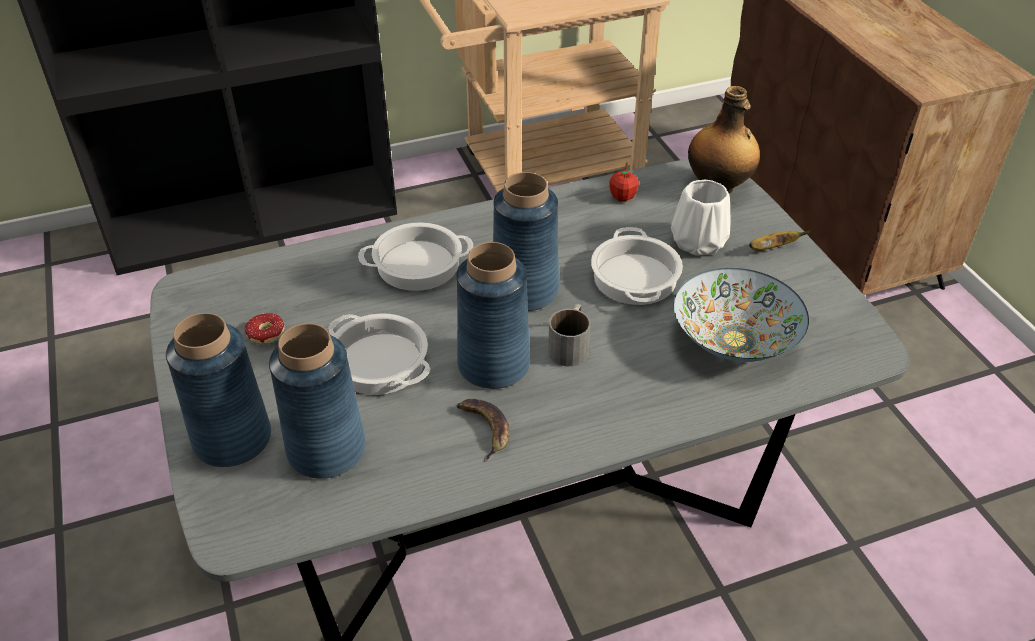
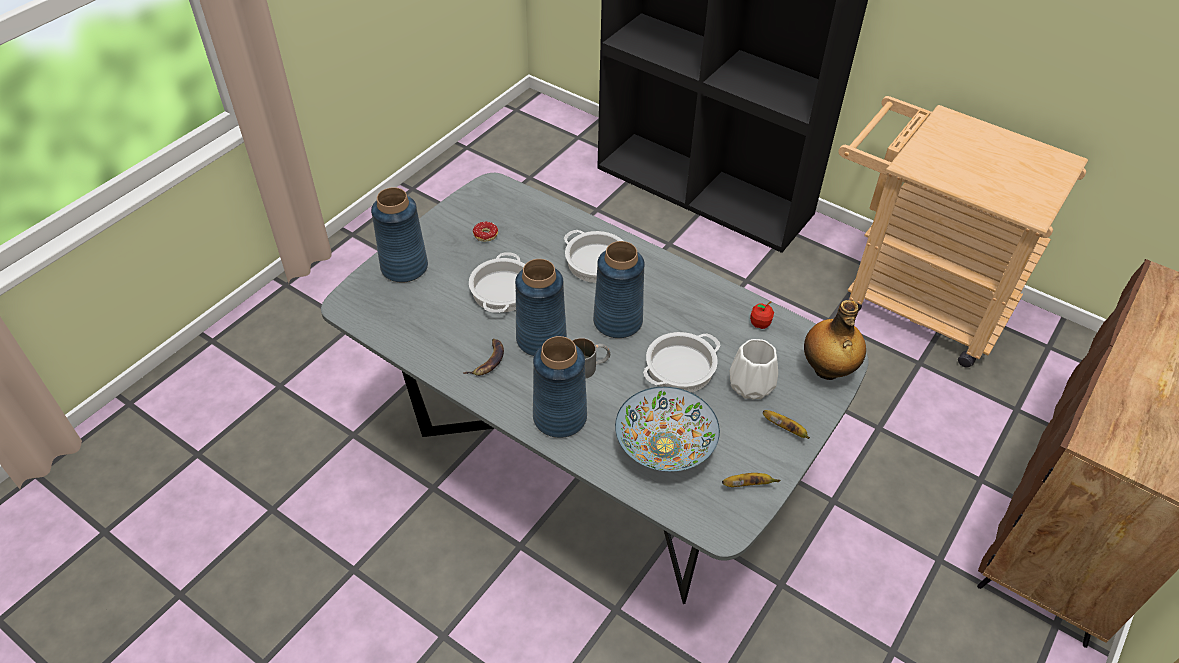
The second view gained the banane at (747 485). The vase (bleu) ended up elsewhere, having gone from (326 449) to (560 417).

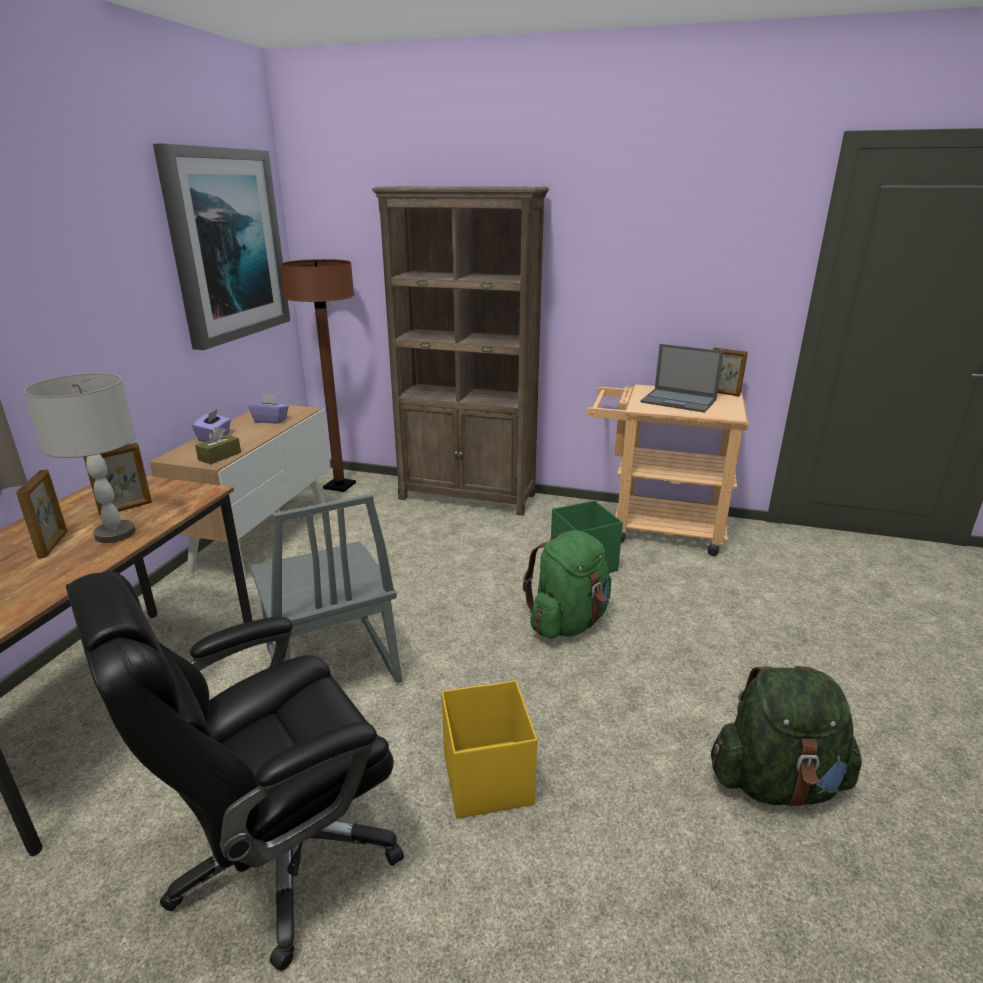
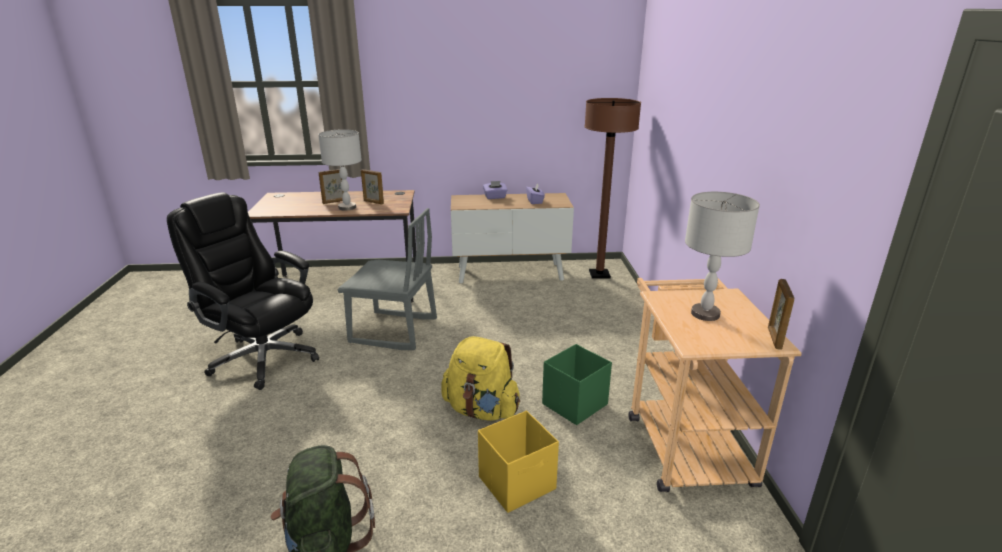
The second view lost the tableau at (226 245). The second view lost the boîte à mouchoirs (marron) at (220 456). The second view lost the bibliothèque (marron) at (468 496). The boîte de rangement (jaune) ended up elsewhere, having gone from (488 777) to (518 483). Where the ordinateur portable stood at (679 401), the lampe de table (gris) came to stand at (705 314). What was the sac à dos (vert) at (568 622) turned into the sac à dos (jaune) at (482 410). The chaise (gris) at (330 666) ended up facing another way, 120 degrees counterclockwise from before.

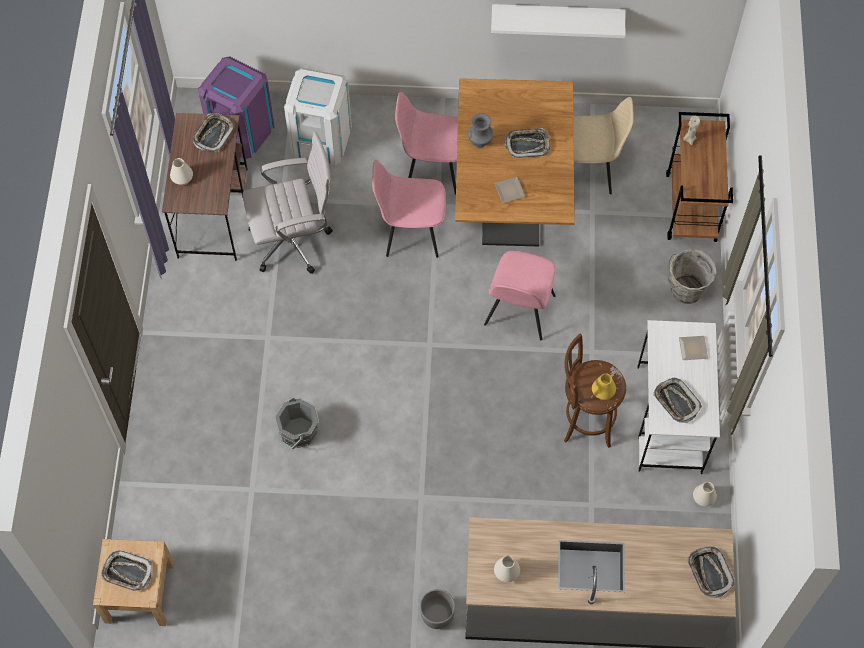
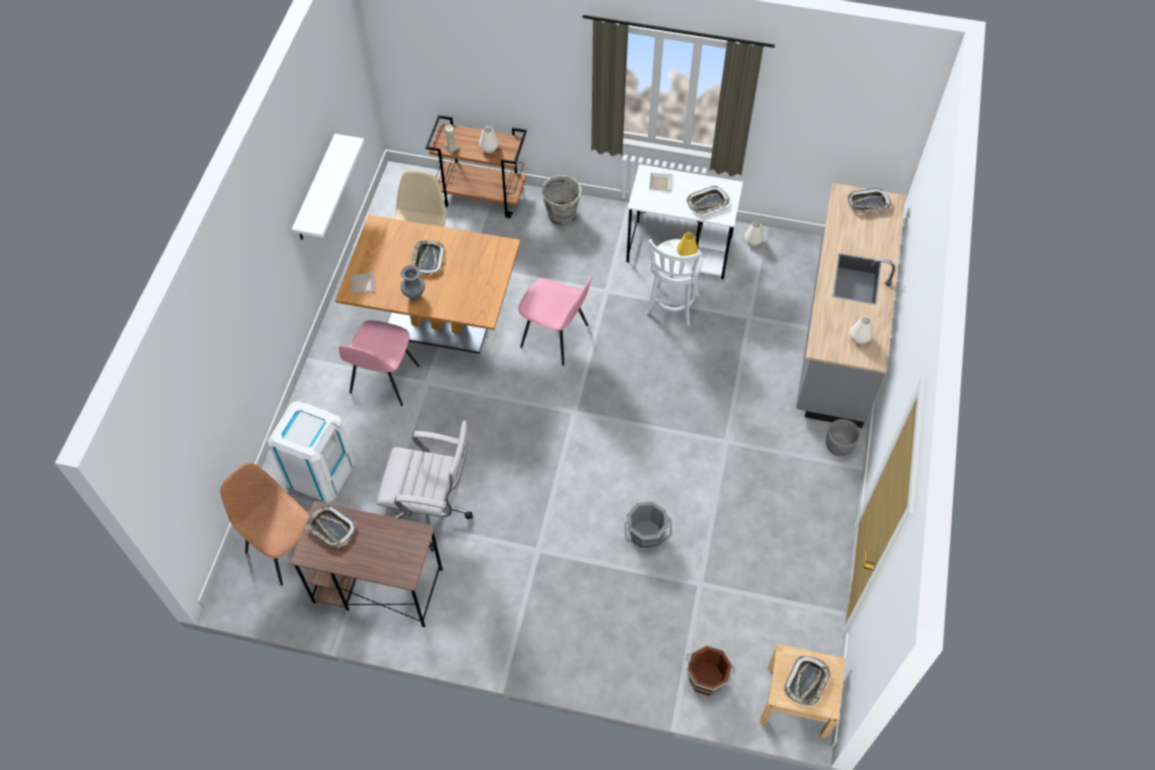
The second view lost the chaise (rose) at (410 231). The second view gained the seau (marron) at (706 678). The vase (blanc) ended up elsewhere, having gone from (182 179) to (489 148). The assiette ended up elsewhere, having gone from (509 192) to (363 285). Where the poubelle (violet) stood at (241 131), the chaise (marron) came to stand at (284 546). What was the tabouret (marron) at (585 420) turned into the tabouret (blanc) at (671 307). The chaise de bureau (blanc) at (294 241) ended up facing another way, 105 degrees clockwise from before.

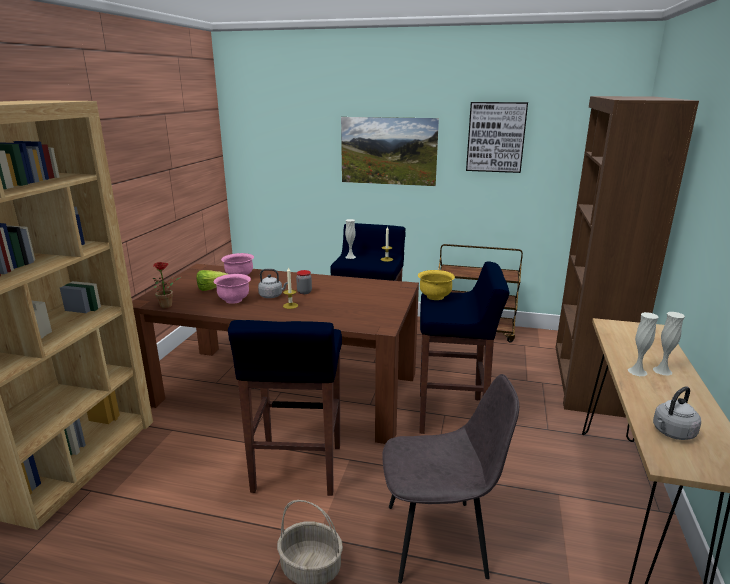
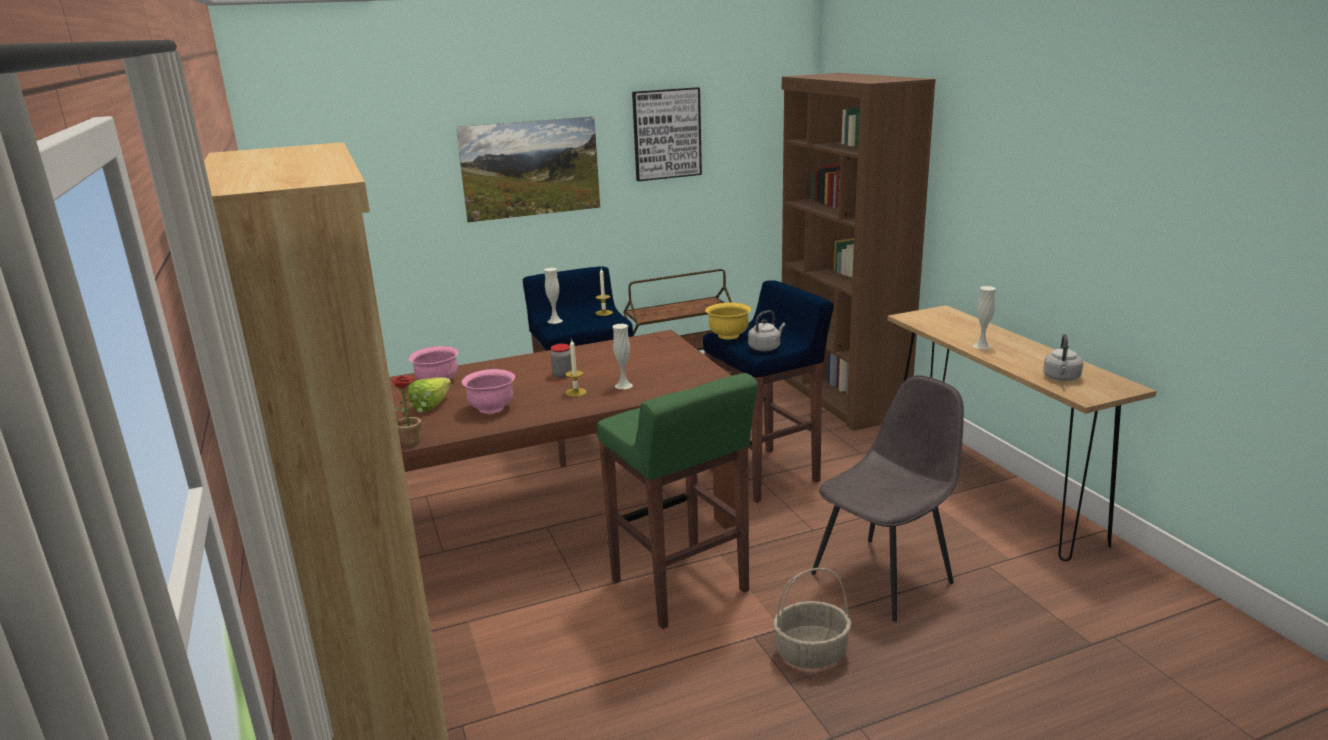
The bouilloire (gris) ended up elsewhere, having gone from (272 296) to (765 348). The vase (blanc) ended up elsewhere, having gone from (662 371) to (623 385). What was the tabouret (bleu) at (297 469) turned into the tabouret (vert) at (680 587).

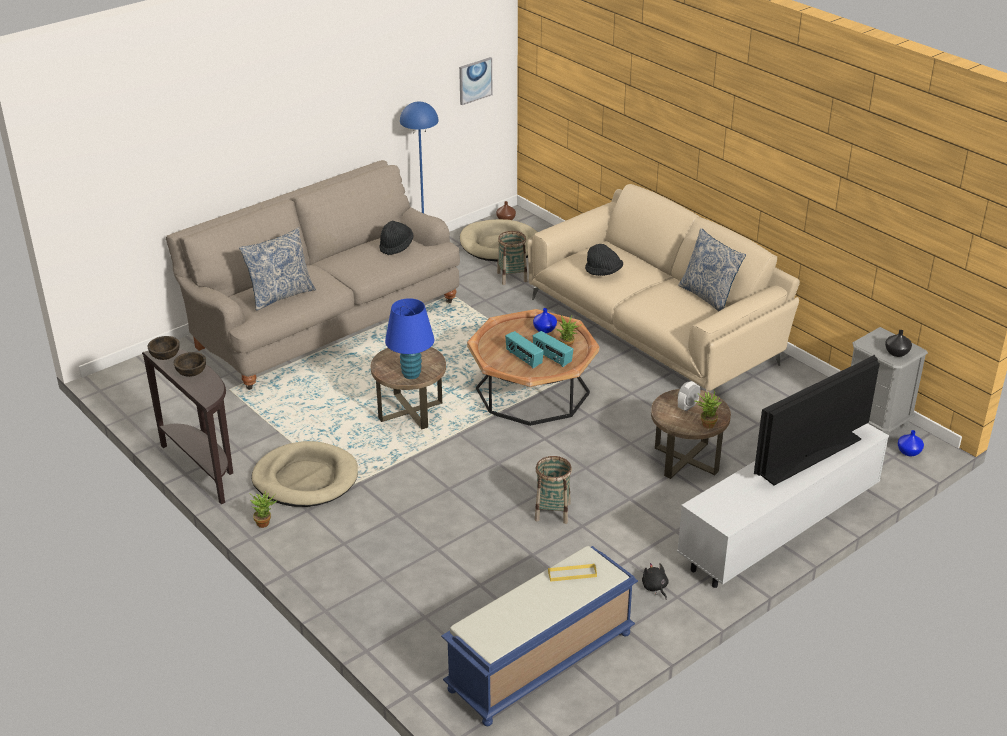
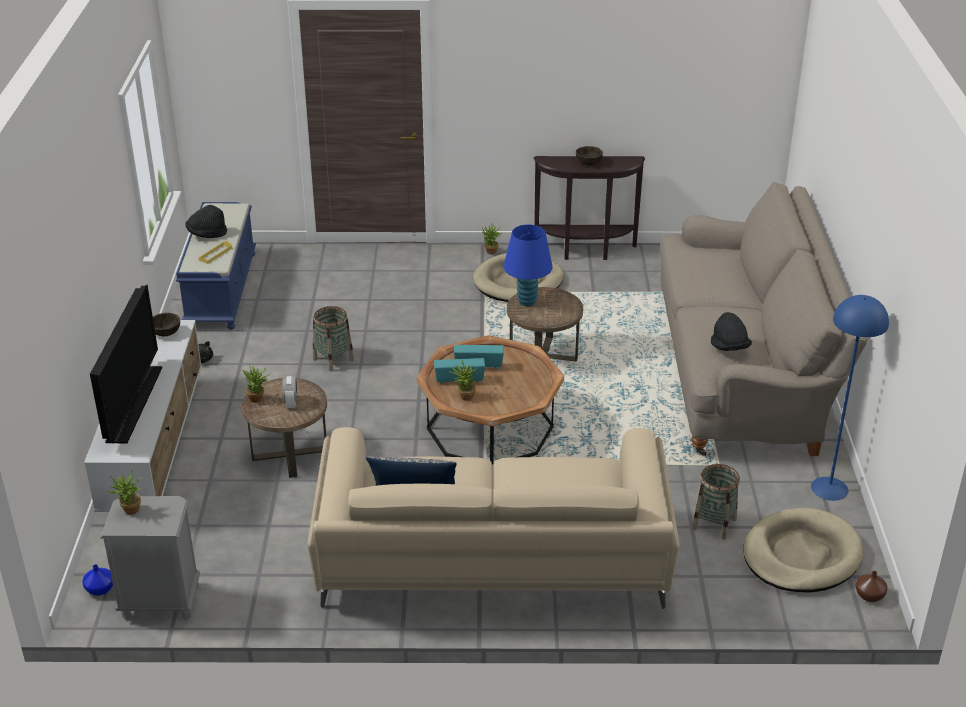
The second view lost the coussin at (280 295). The second view lost the tableau at (475 80). The second view lost the vase (bleu) at (544 330). The bol (marron) ended up elsewhere, having gone from (165 356) to (165 333). The chapeau (noir) ended up elsewhere, having gone from (603 272) to (207 234). Where the vase (noir) stood at (897 353), the plante en pot came to stand at (130 512).

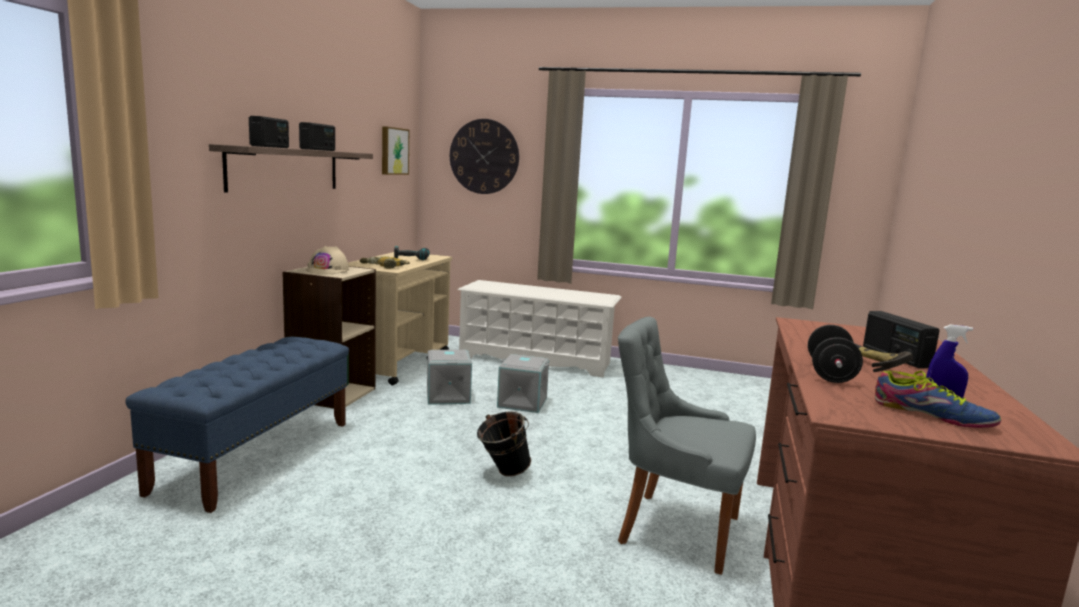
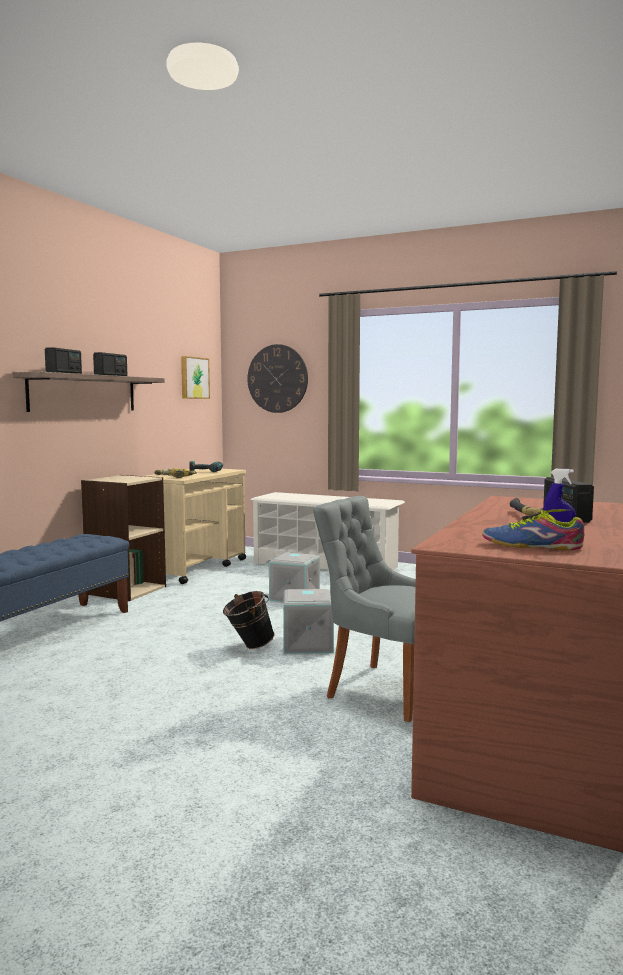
The second view lost the casque de chantier (beige) at (328 270). The second view lost the haltère (noir) at (830 373). The boîte de rangement (gris) ended up elsewhere, having gone from (447 396) to (306 644). The chaussure at (932 415) ended up facing another way, 150 degrees clockwise from before.

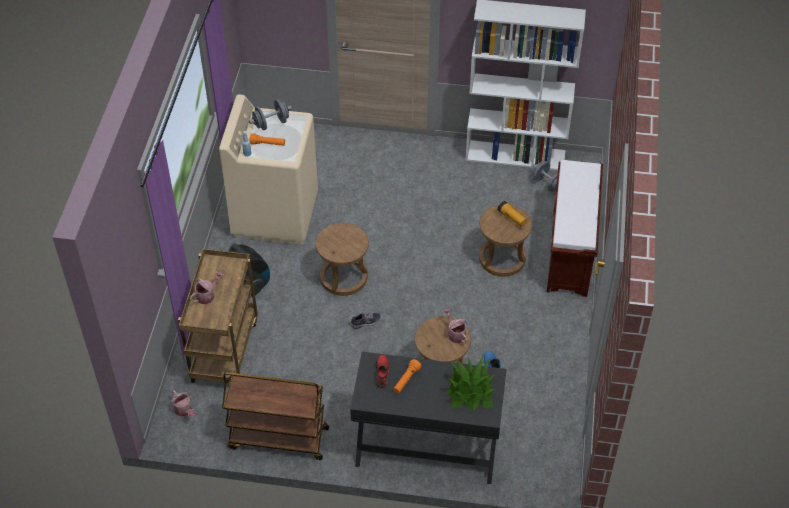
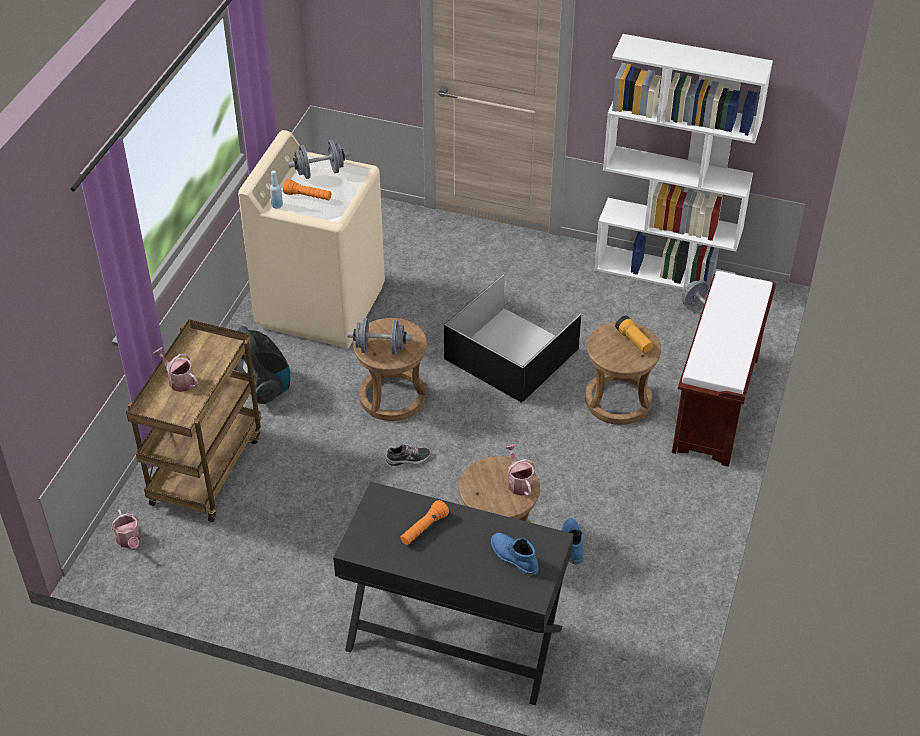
The second view lost the chariot (marron) at (277 438). The second view lost the chaussure (rouge) at (382 372). The second view gained the haltère (gris) at (380 348). The second view gained the boîte de rangement (noir) at (513 354). Where the plante en pot stood at (470 391), the botte (bleu) came to stand at (513 557). The arrosoir at (207 295) ended up facing another way, 105 degrees counterclockwise from before.

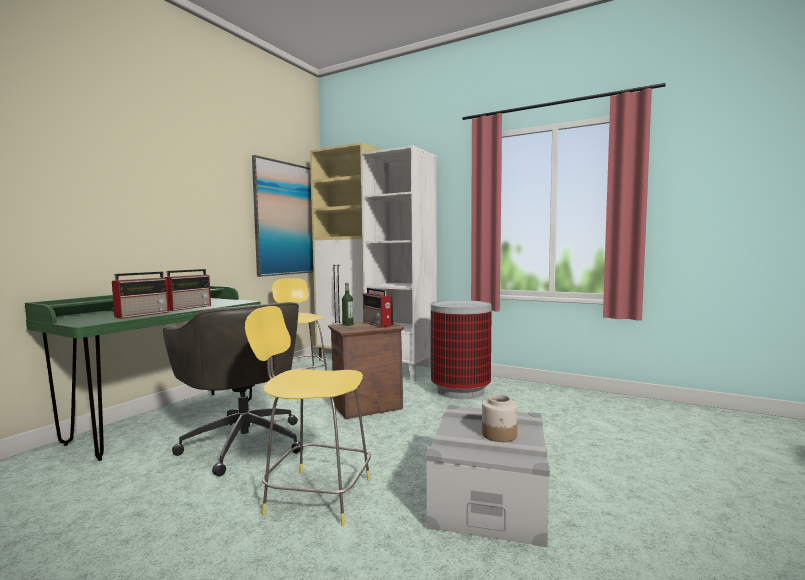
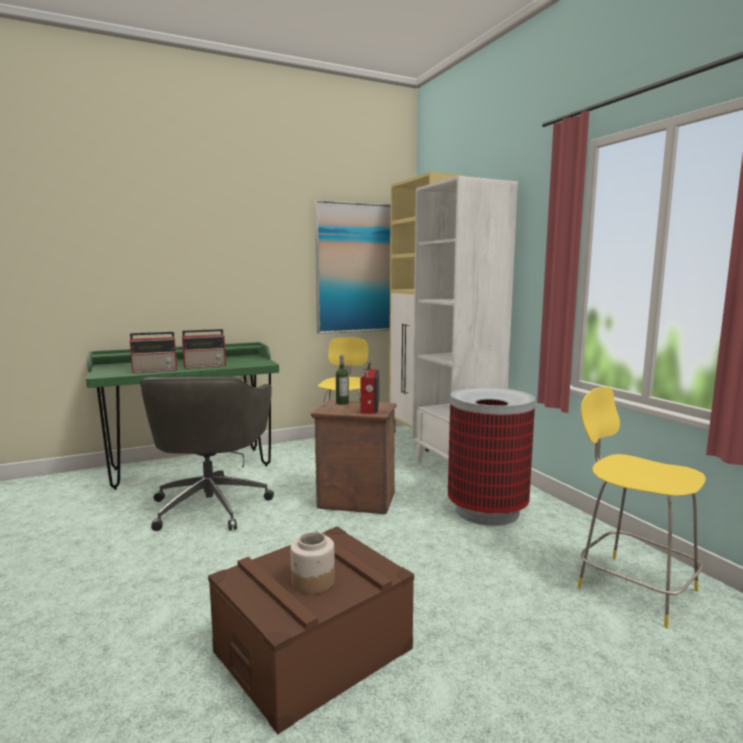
The tabouret (jaune) ended up elsewhere, having gone from (315 495) to (632 587). What was the boîte de rangement (gris) at (489 497) turned into the boîte de rangement (marron) at (313 650).

